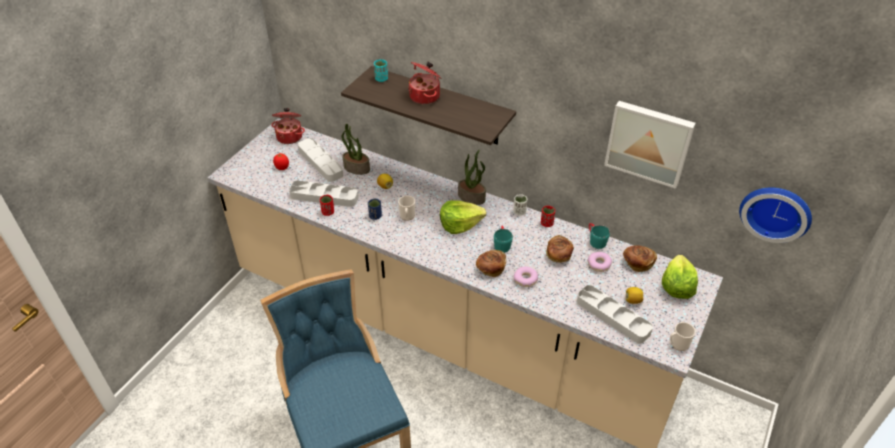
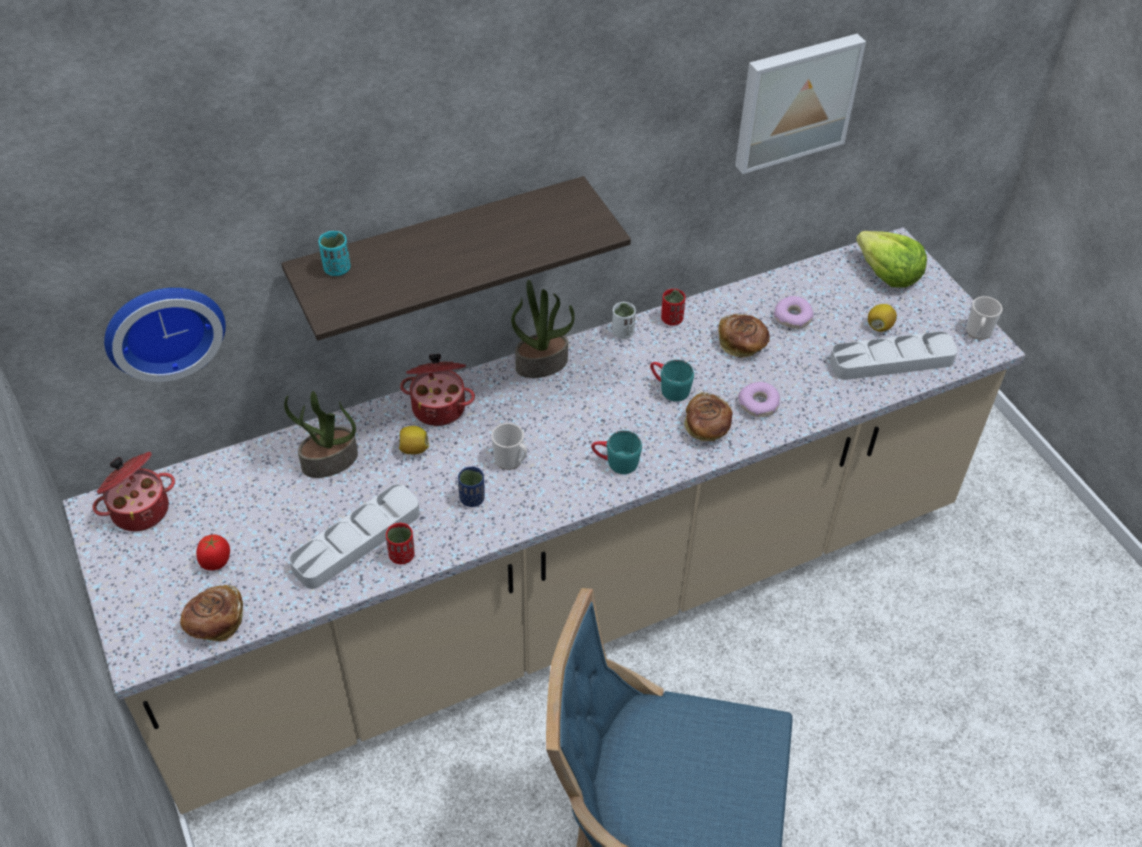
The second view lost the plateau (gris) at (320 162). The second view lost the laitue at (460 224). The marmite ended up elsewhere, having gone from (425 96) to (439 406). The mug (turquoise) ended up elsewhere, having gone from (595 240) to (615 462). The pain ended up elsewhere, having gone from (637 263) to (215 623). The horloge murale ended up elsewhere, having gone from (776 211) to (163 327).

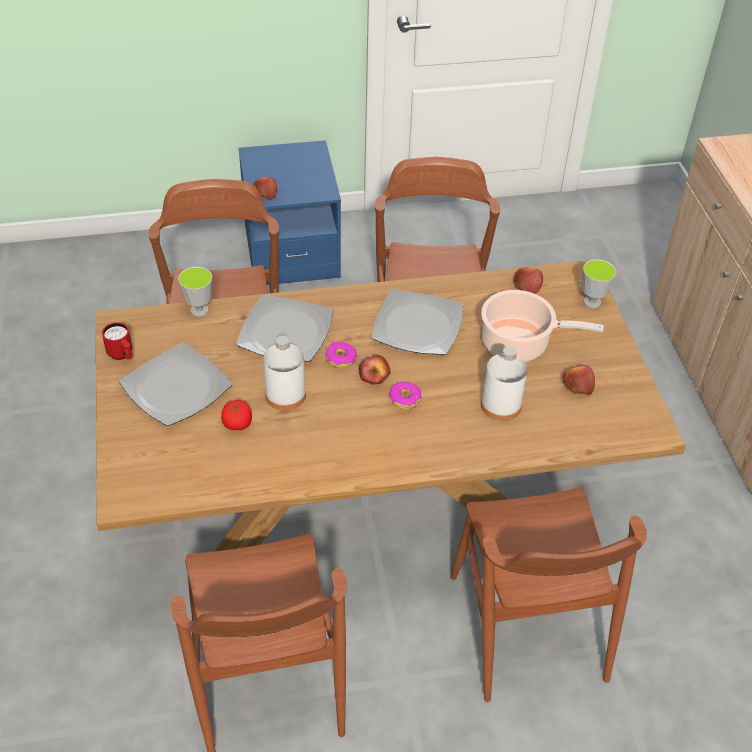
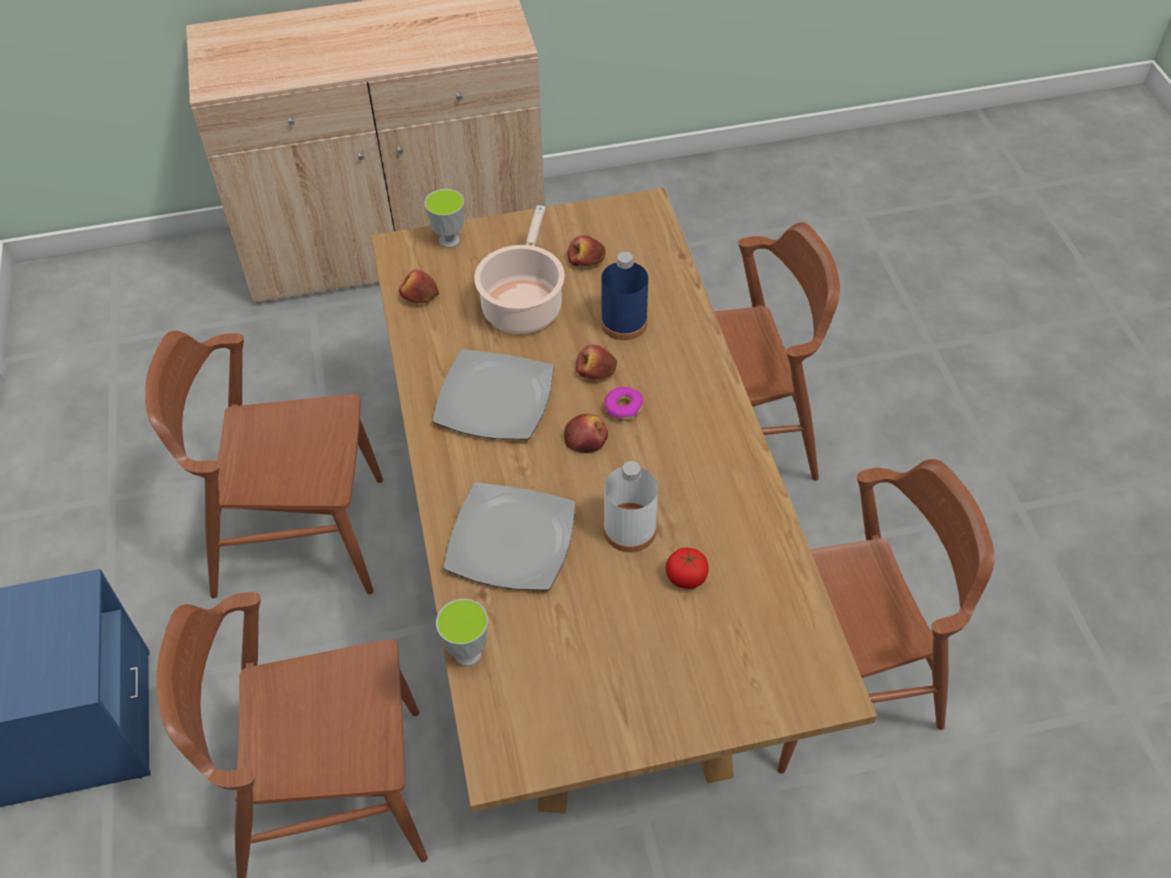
The second view lost the mug (rouge) at (122 355). The second view lost the assiette at (175 387). The second view lost the beignet at (341 358). The pomme ended up elsewhere, having gone from (265 193) to (596 370). What was the bouteille (blanc) at (501 405) turned into the bouteille (bleu) at (624 323).

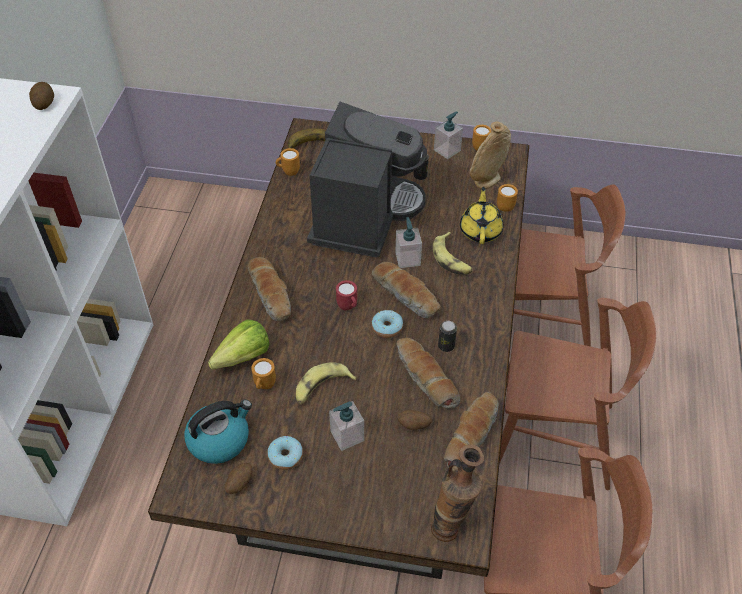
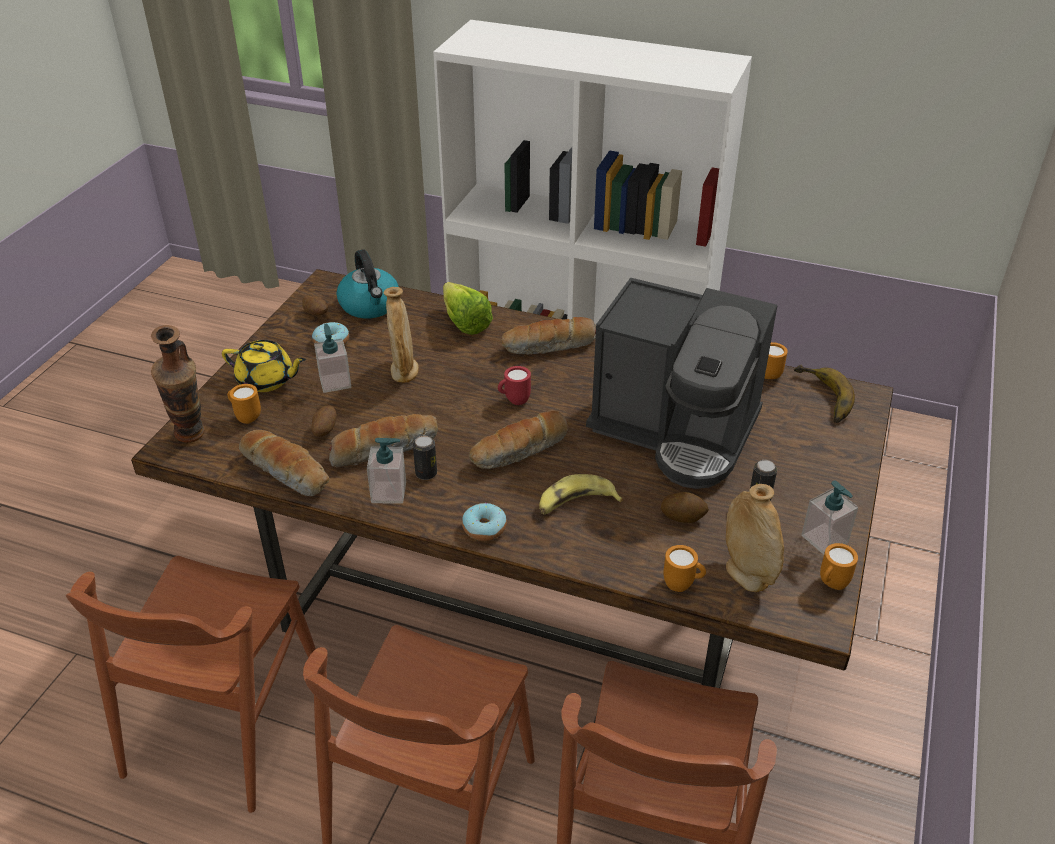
The pomme de terre ended up elsewhere, having gone from (44 103) to (683 516). The mug (orange) ended up elsewhere, having gone from (264 386) to (246 417). The beignet ended up elsewhere, having gone from (387 328) to (484 528). The distributeur de savon ended up elsewhere, having gone from (407 259) to (389 492). The théière (jaune) ended up elsewhere, having gone from (480 230) to (267 380). Where the banane stood at (322 388), the vase (beige) came to stand at (404 371).

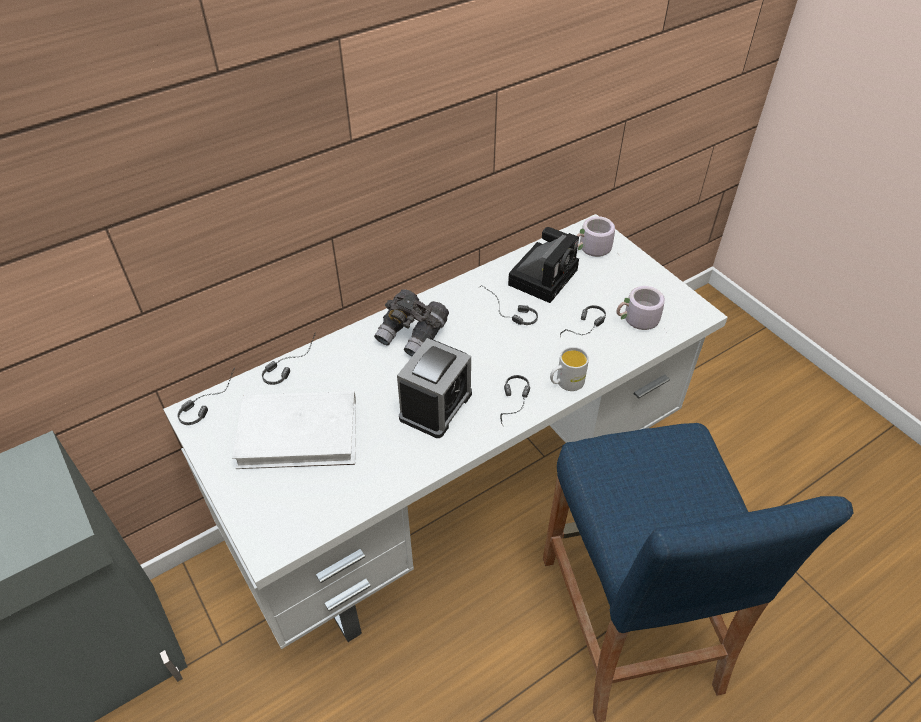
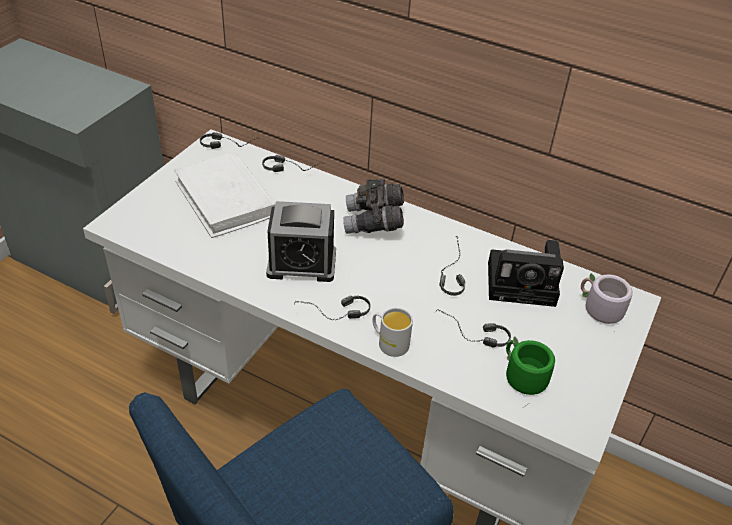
What was the mug (gris) at (637 321) turned into the mug (vert) at (520 377).

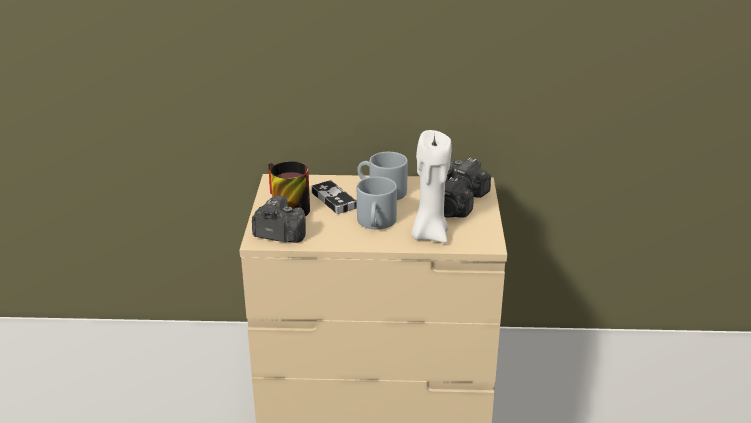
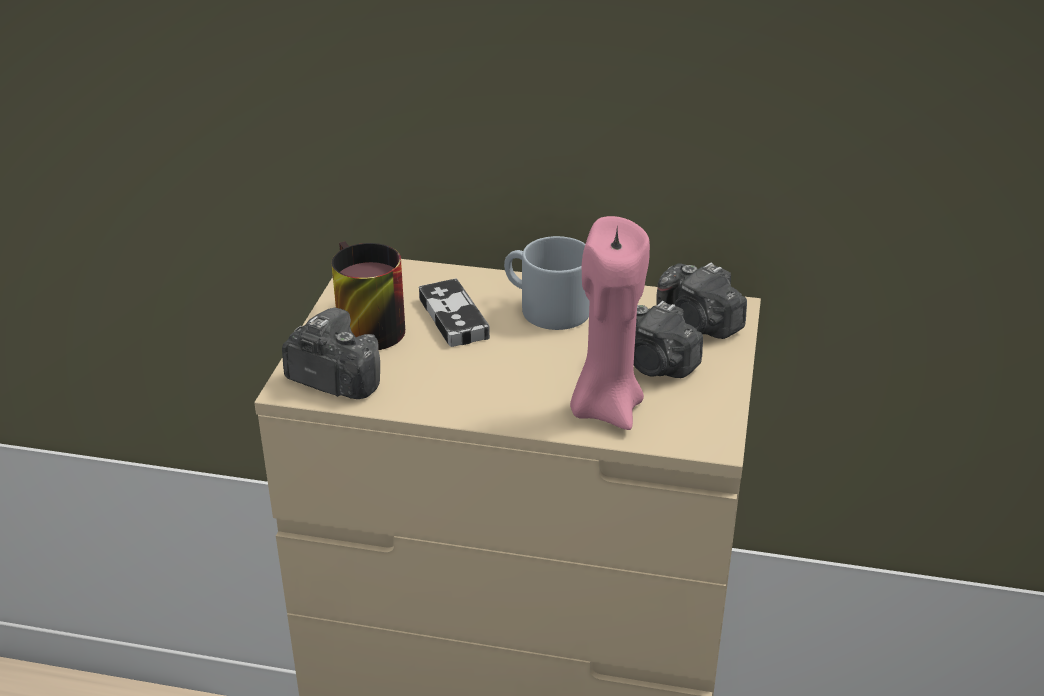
The second view lost the mug (gris) at (376 223). What was the bougie (blanc) at (429 235) turned into the bougie (rose) at (605 408).

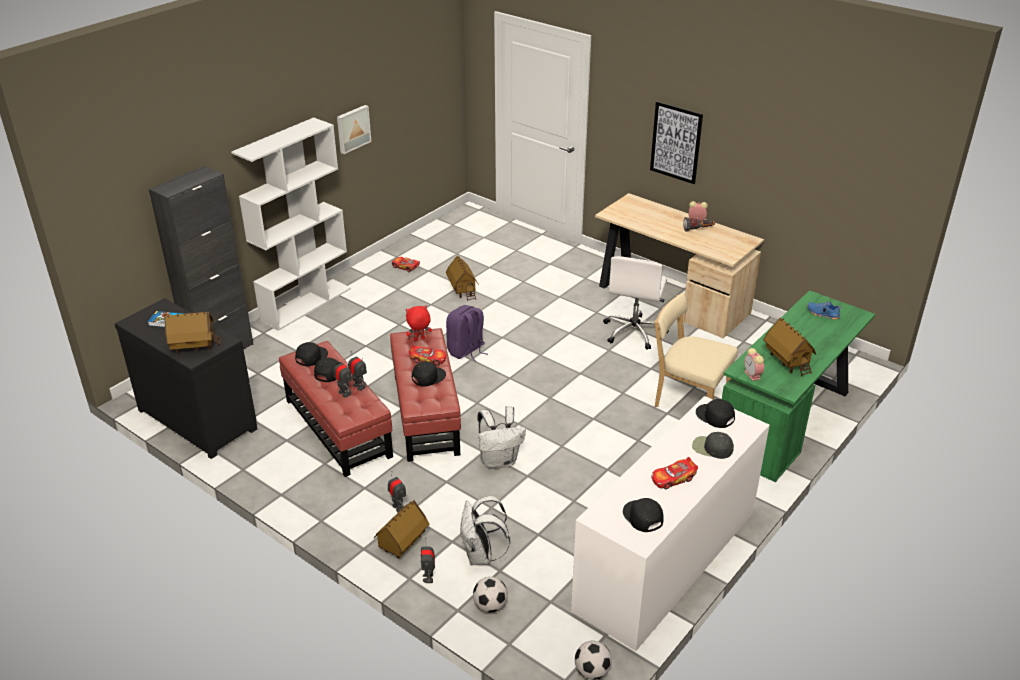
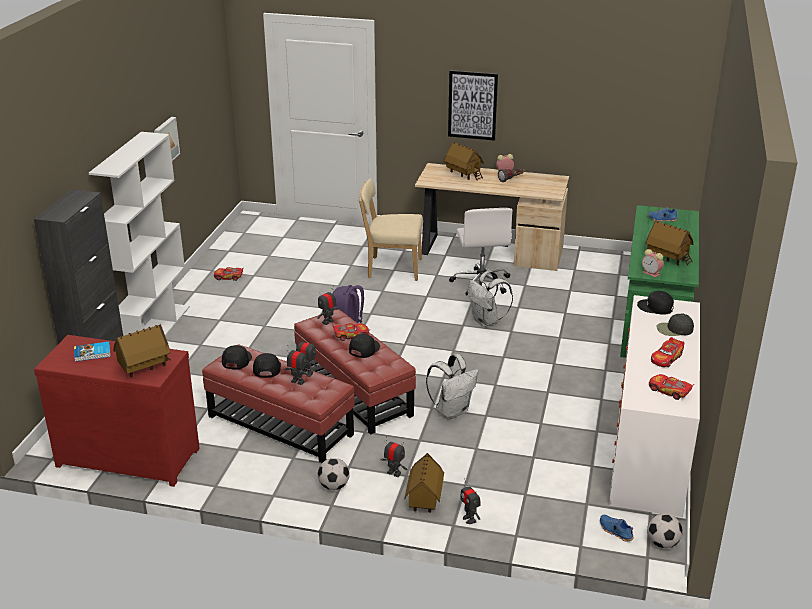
The second view gained the chaussure (bleu) at (615 531). The maison miniature ended up elsewhere, having gone from (462 290) to (463 175). The sac à dos (blanc) ended up elsewhere, having gone from (481 556) to (486 321). The ballon de foot ended up elsewhere, having gone from (490 606) to (334 486). The chaise (beige) ended up elsewhere, having gone from (688 400) to (391 268). Where the peluche (rouge) stood at (419 339), the robot jouet came to stand at (328 321). Where the casquette (noir) stood at (642 517), the petite voiture came to stand at (669 391). What was the commode (noir) at (199 417) turned into the commode (rouge) at (129 455).

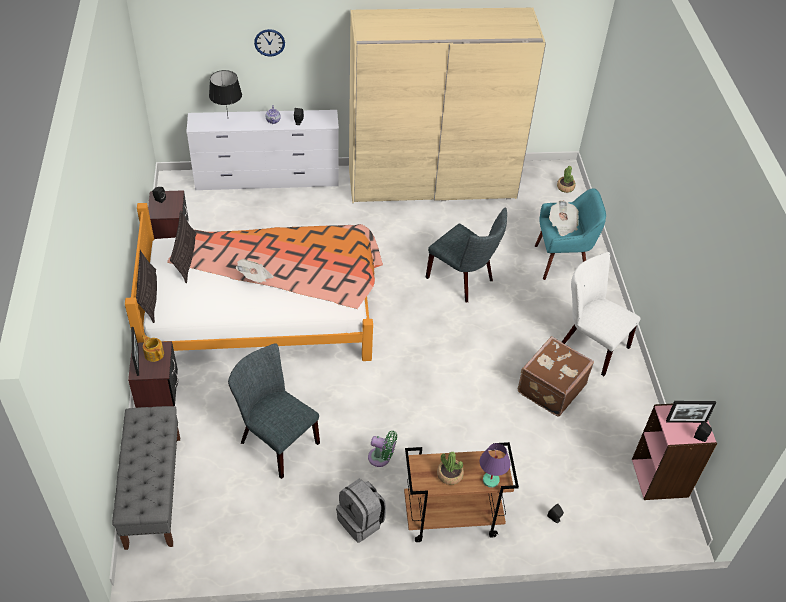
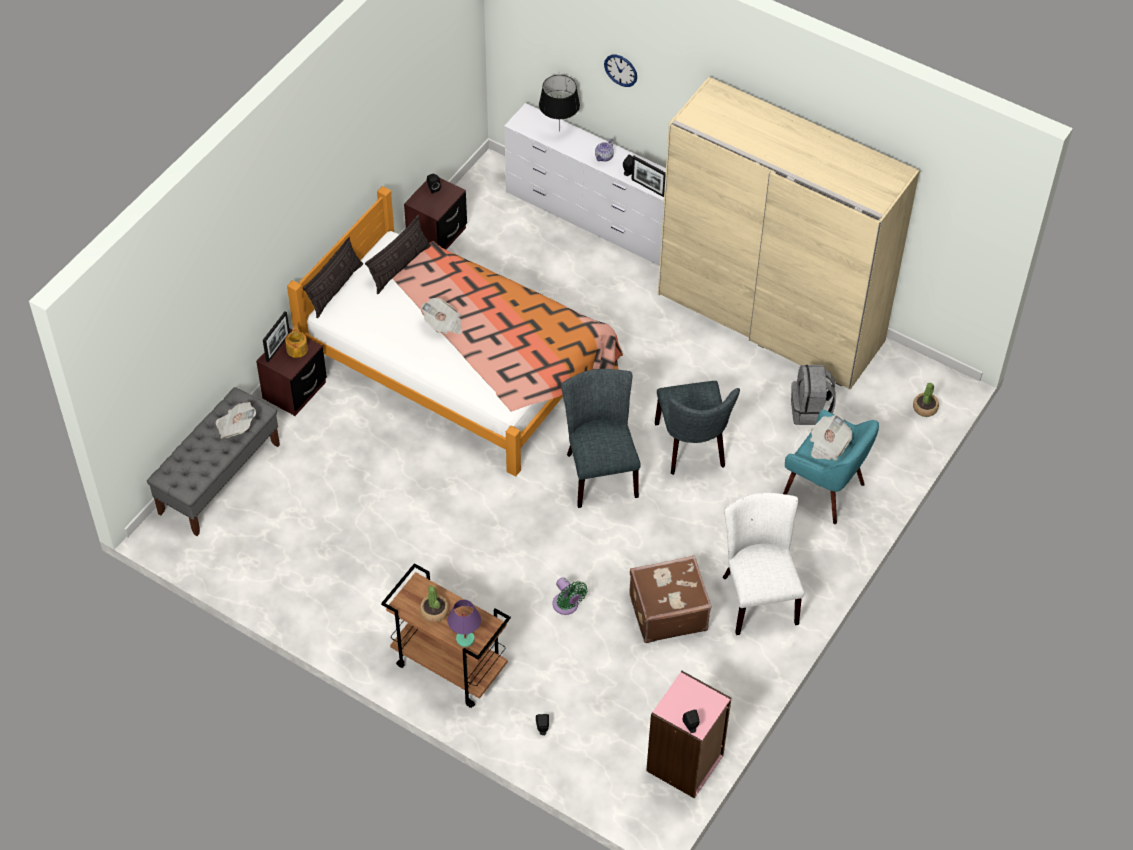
The second view gained the journal at (236 427). The chaise (gris) ended up elsewhere, having gone from (275 441) to (599 471). The sac à dos (gris) ended up elsewhere, having gone from (361 521) to (810 410). The ventilateur (vert) ended up elsewhere, having gone from (381 458) to (567 606). The cadre photo ended up elsewhere, having gone from (686 421) to (648 187).

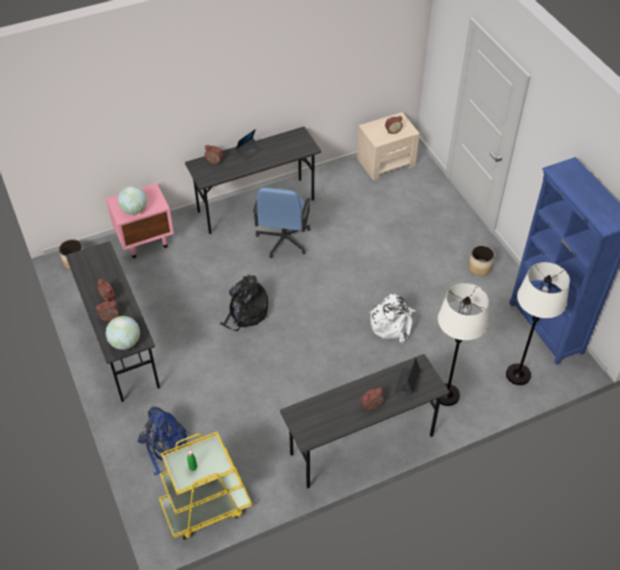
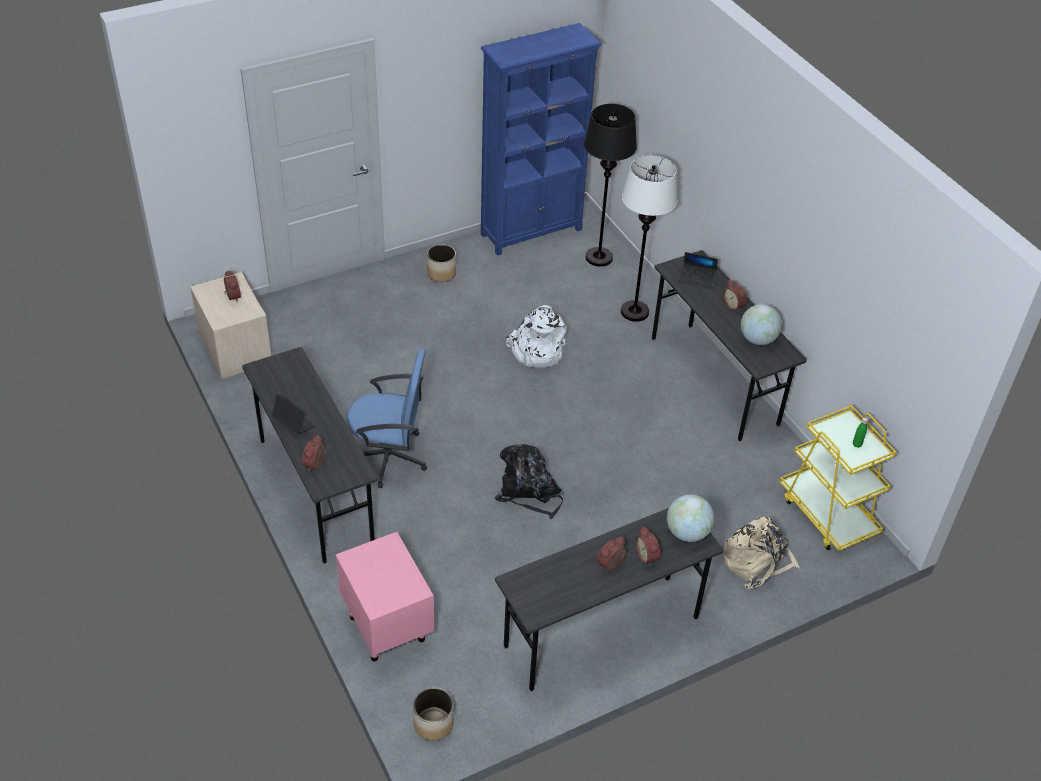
The globe ended up elsewhere, having gone from (134 210) to (757 339). What was the sac à dos (bleu) at (164 447) turned into the sac à dos (beige) at (756 562). What was the lampadaire (blanc) at (518 375) turned into the lampadaire (noir) at (599 257).

